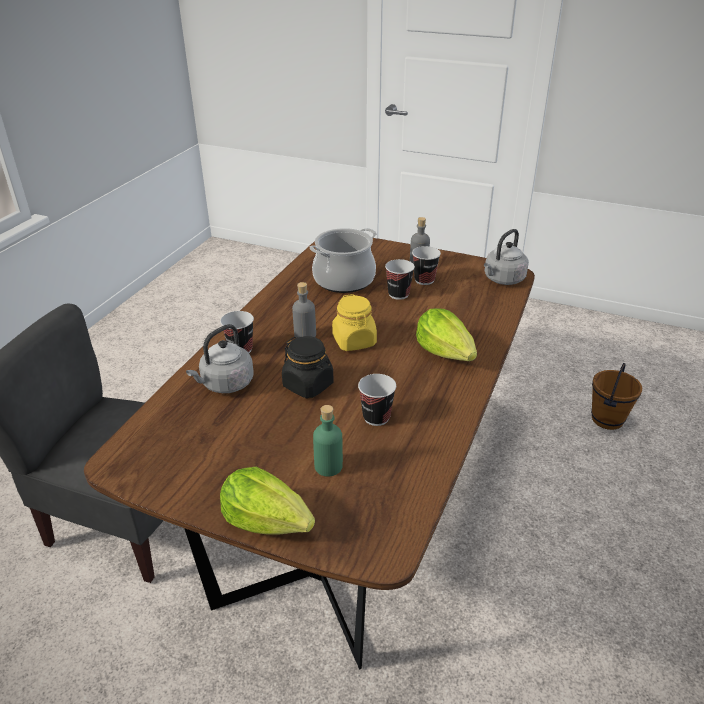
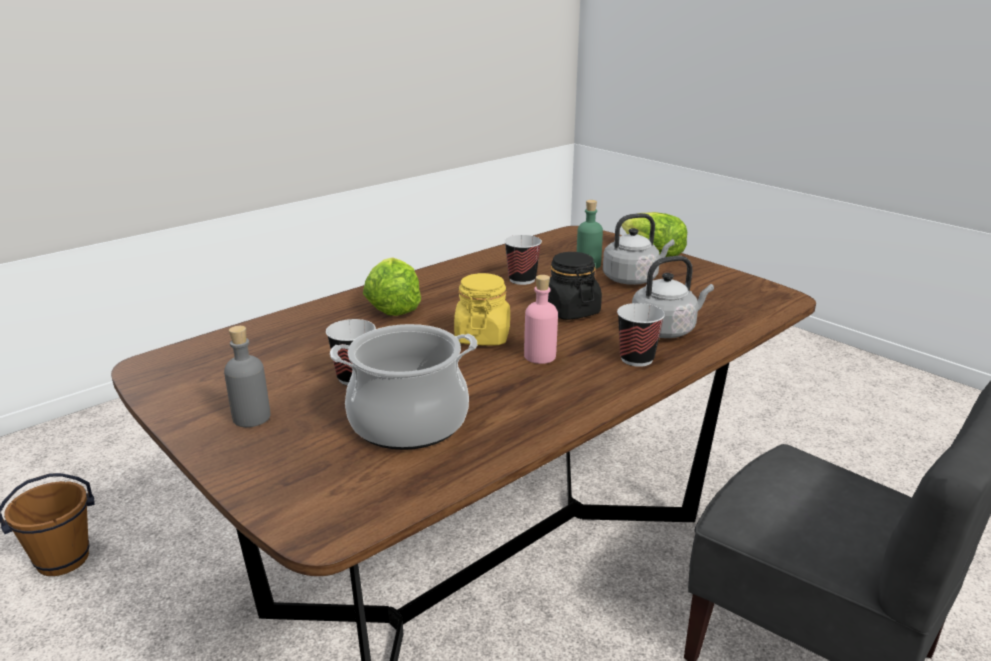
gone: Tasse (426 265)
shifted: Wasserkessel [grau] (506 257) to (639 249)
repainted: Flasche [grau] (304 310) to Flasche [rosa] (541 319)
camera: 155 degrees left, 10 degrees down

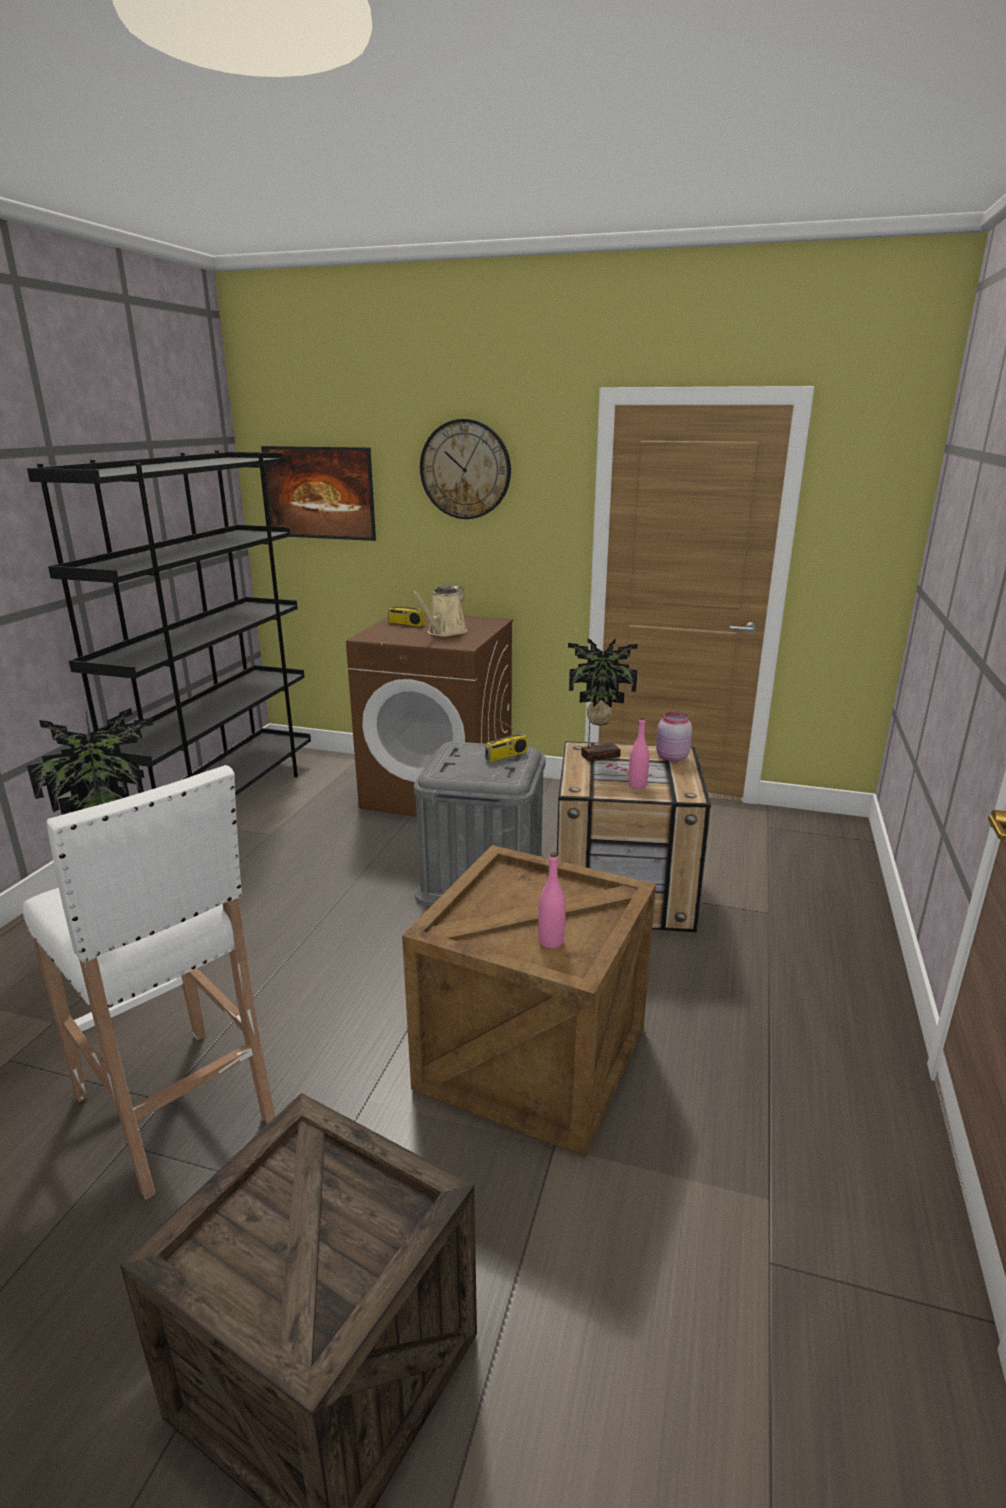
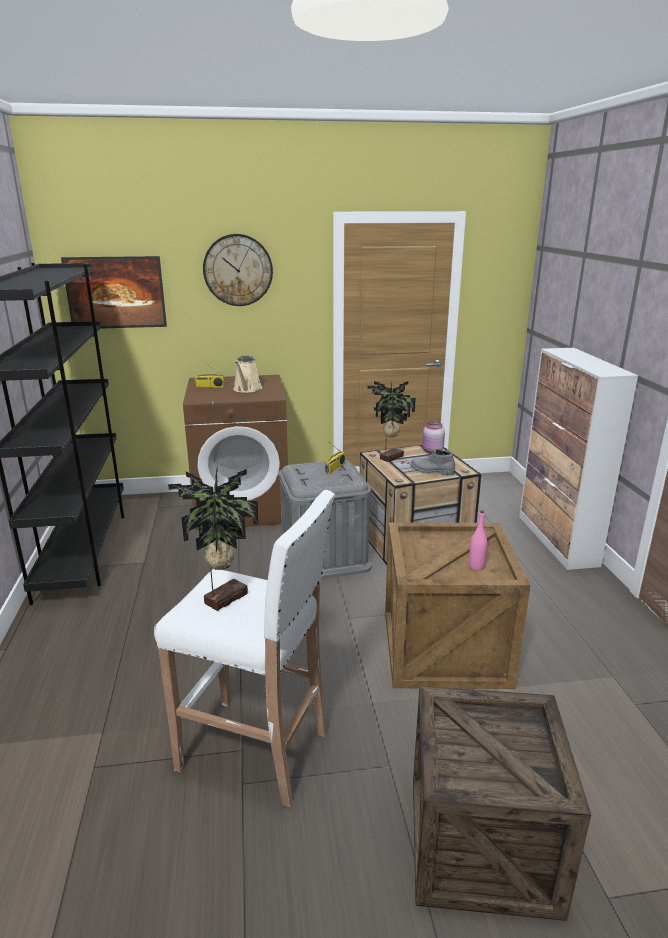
new: Schrank (578 459)
swapped: Flasche [rosa] (639 753) to Stiefel [grau] (432 462)
camera: 25 degrees left, 0 degrees up

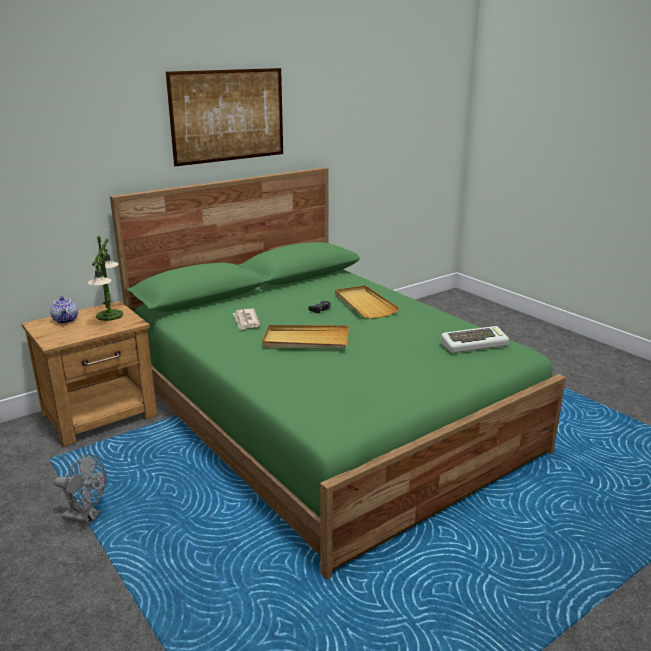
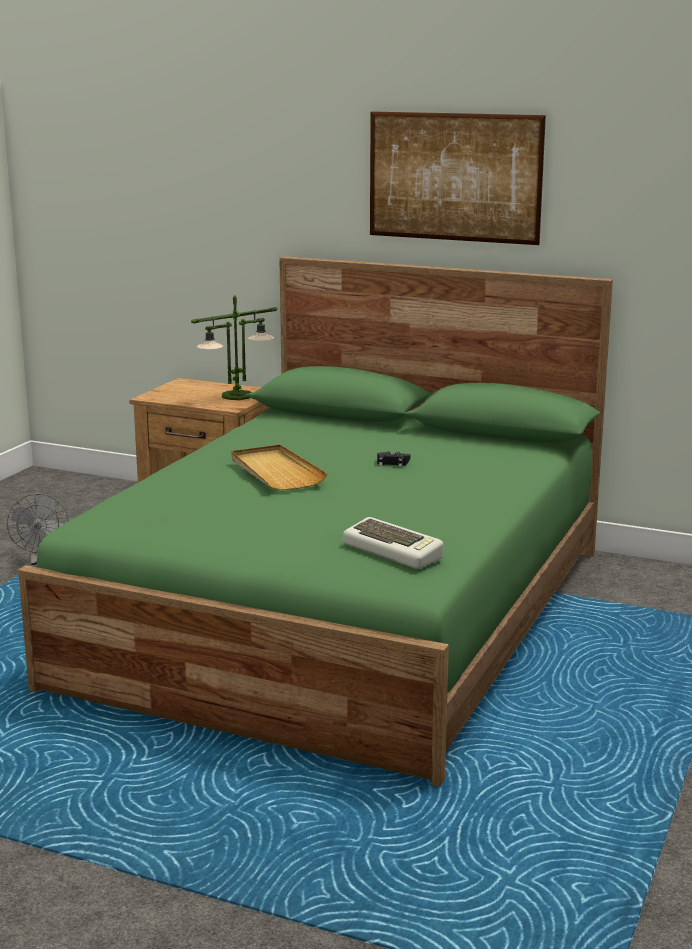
gone: Tablett [beige] (367 302); Teekanne (64 310); Zeitung (246 319)
camera: 60 degrees right, 5 degrees down

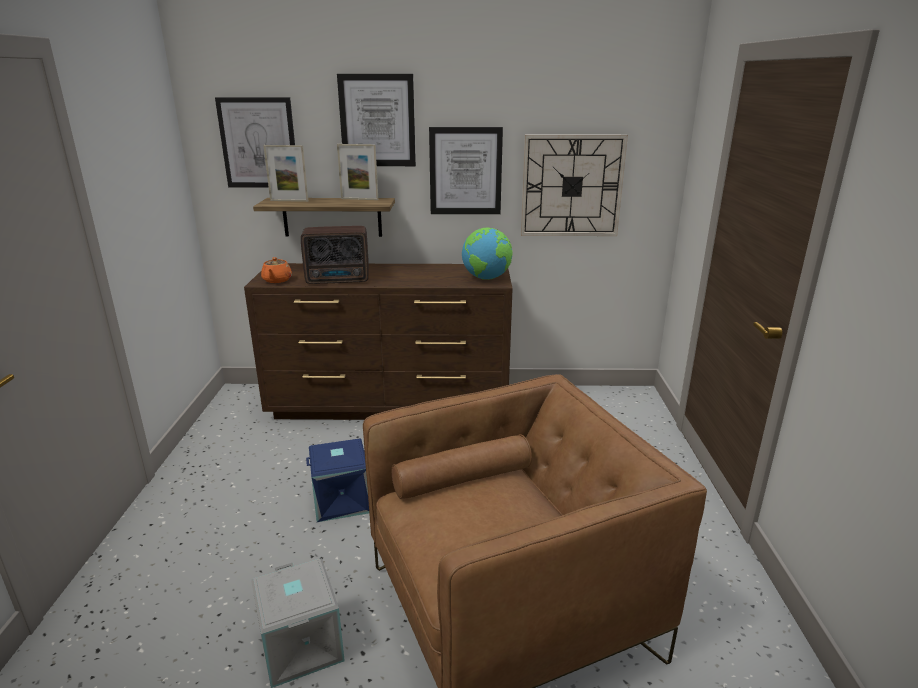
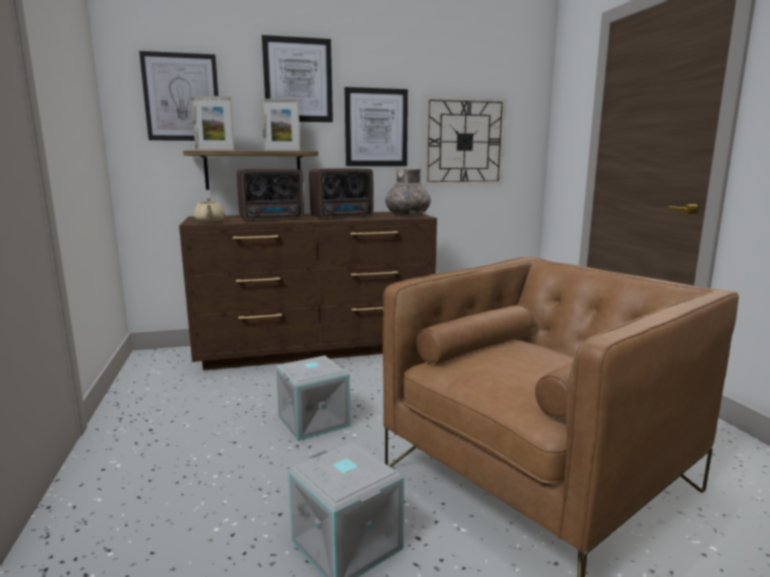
new: Radio (341 194)
swapped: Globus (487 254) to Vase [grau] (408 192)
repainted: Teekanne [orange] (276 270) to Teekanne [beige] (209 210); Aufbewahrungsbox [blau] (337 480) to Aufbewahrungsbox [grau] (313 398)
camera: 15 degrees left, 10 degrees down

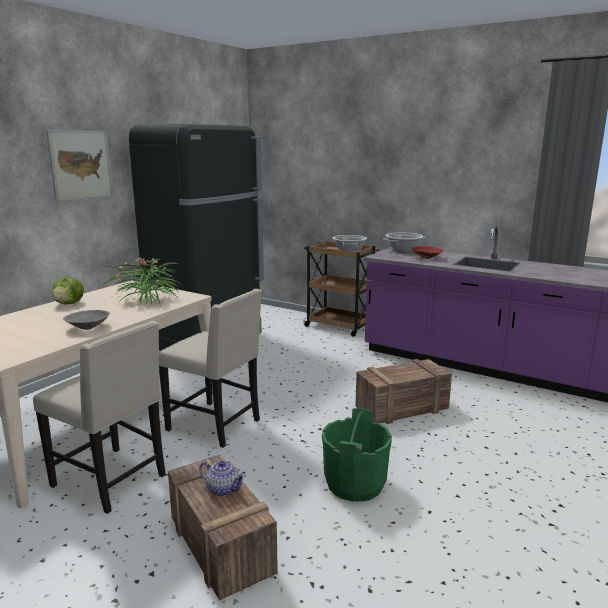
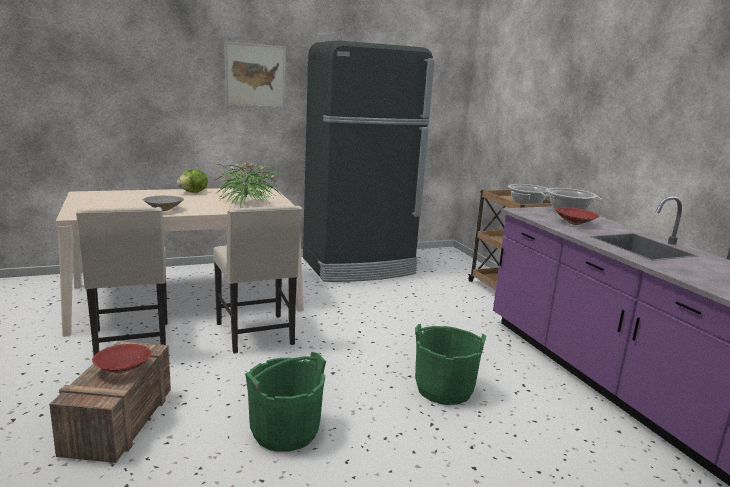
swapped: Kiste (403 391) to Eimer [grün] (450 364); Teekanne (222 478) to Schüssel [rot] (121 358)
camera: 35 degrees right, 0 degrees up

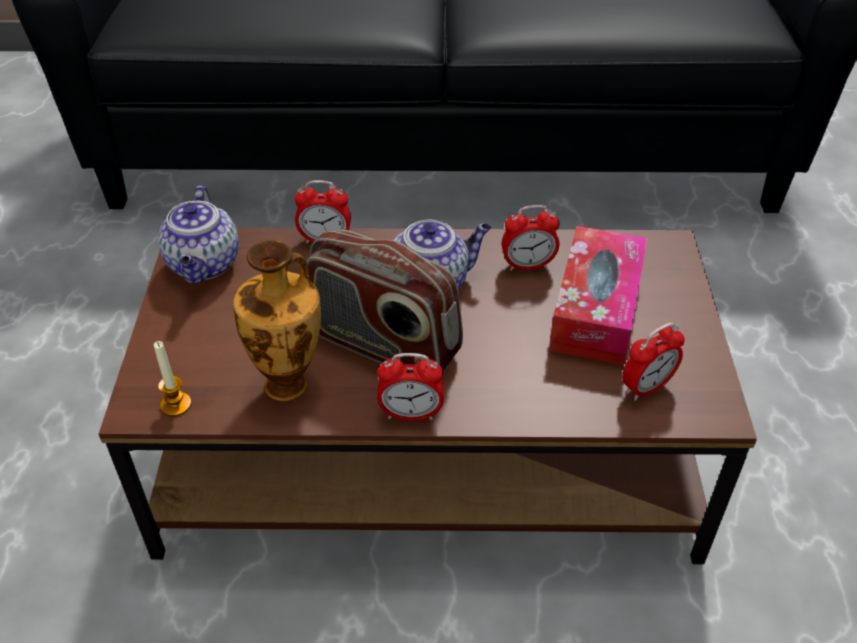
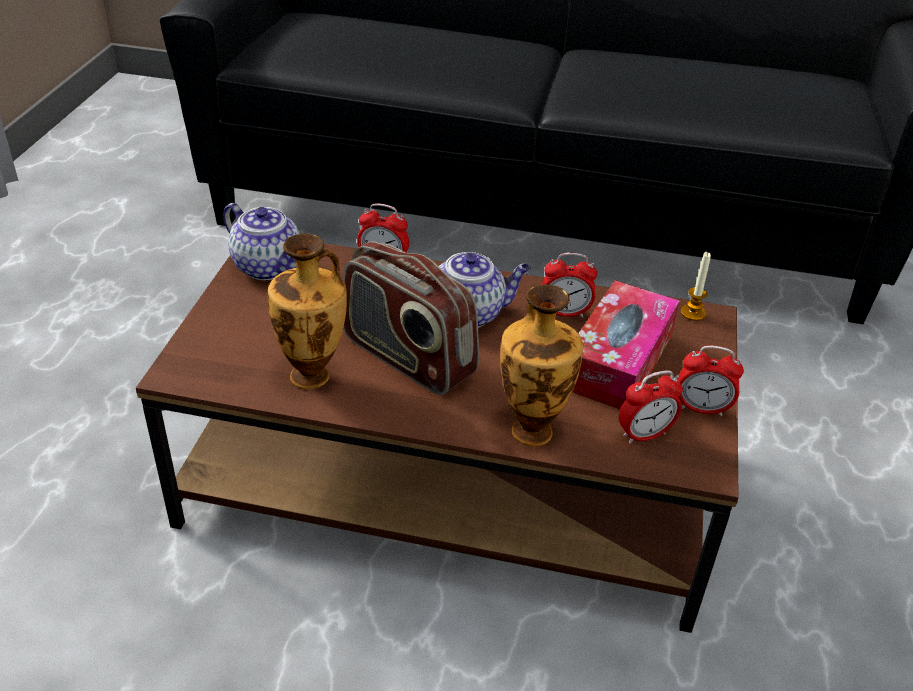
new: Vase (541 365)
shifted: Kerze (172 379) to (696 286); Wecker (410 387) to (711 380)
rotated: Teekanne (198 235) = (261 241) 60 degrees counterclockwise
camera: 10 degrees right, 5 degrees down

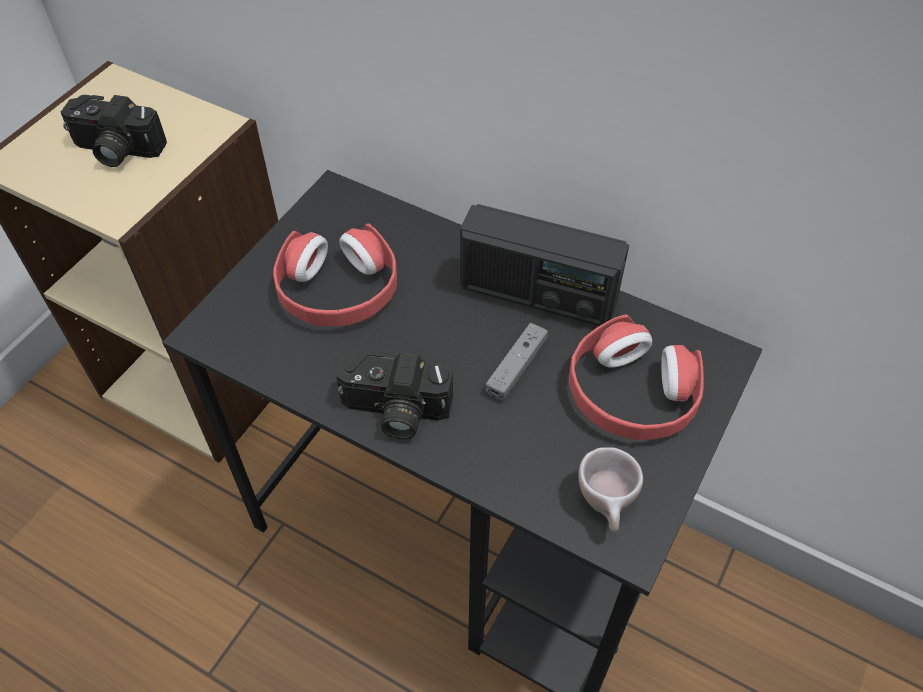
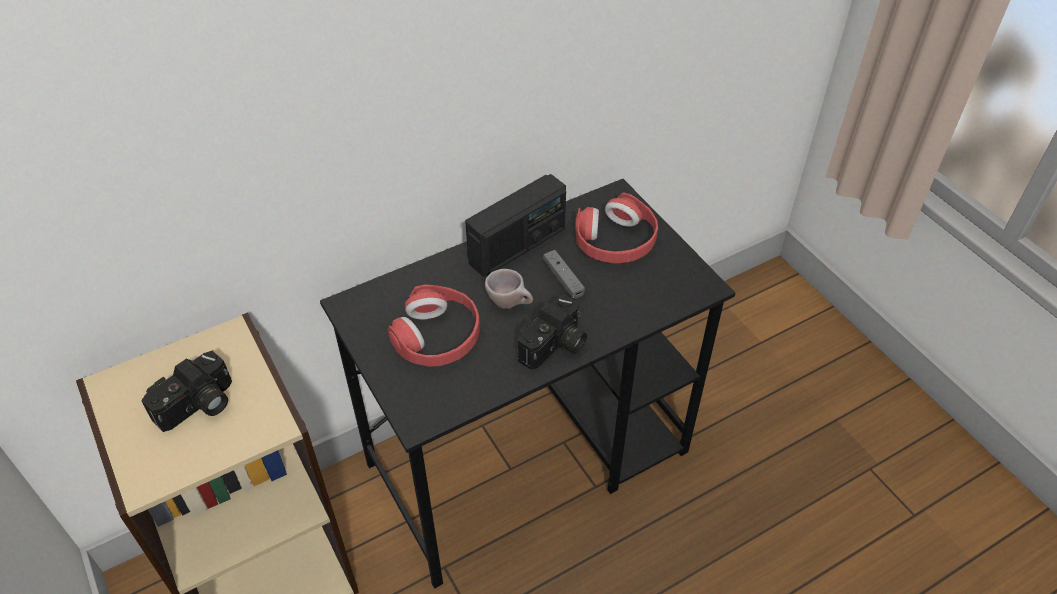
shifted: Tasse [beige] (610 489) to (509 289)
camera: 60 degrees left, 5 degrees down

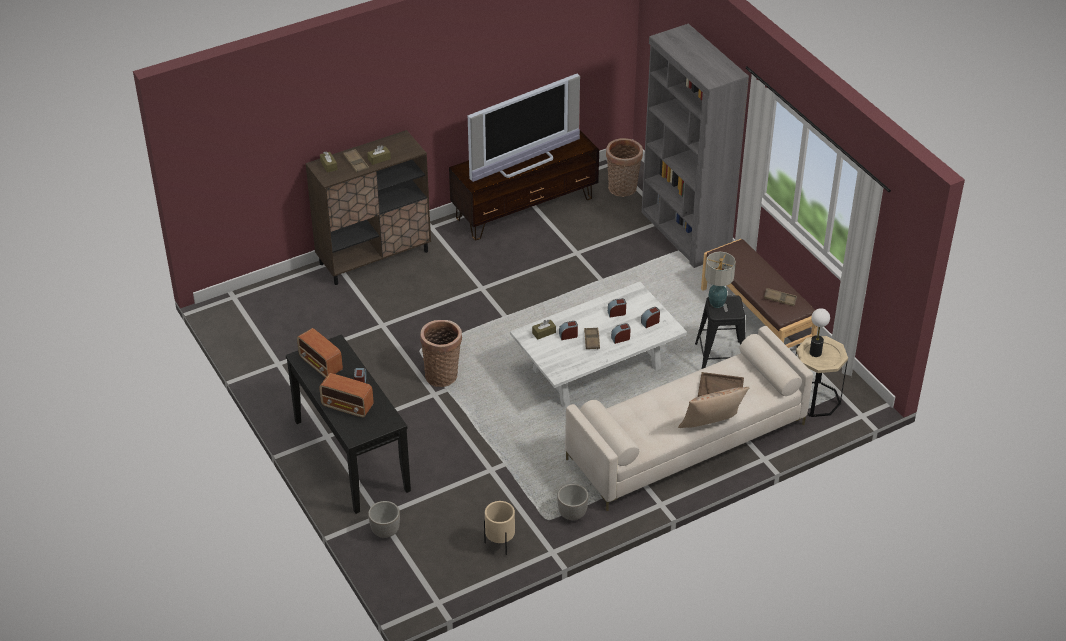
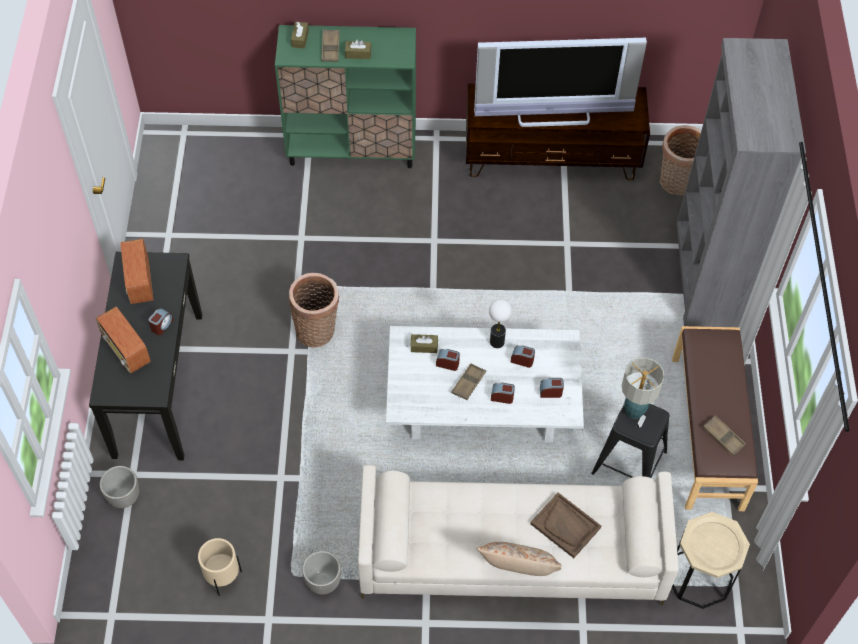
shifted: Tischlampe (820 332) to (500 323)
repainted: Schrank [braun] (368 207) to Schrank [grün] (345 96)
camera: 30 degrees right, 15 degrees up

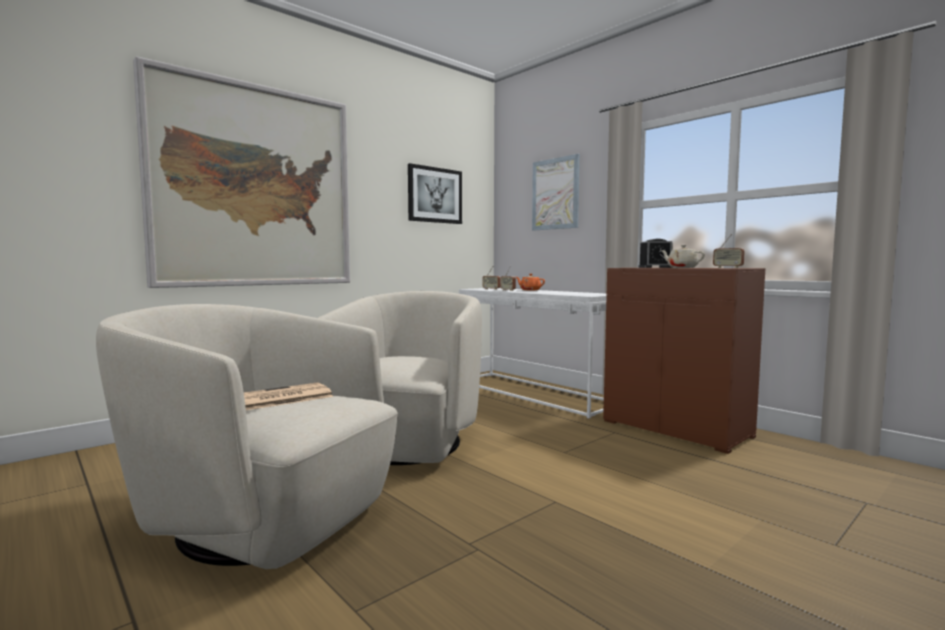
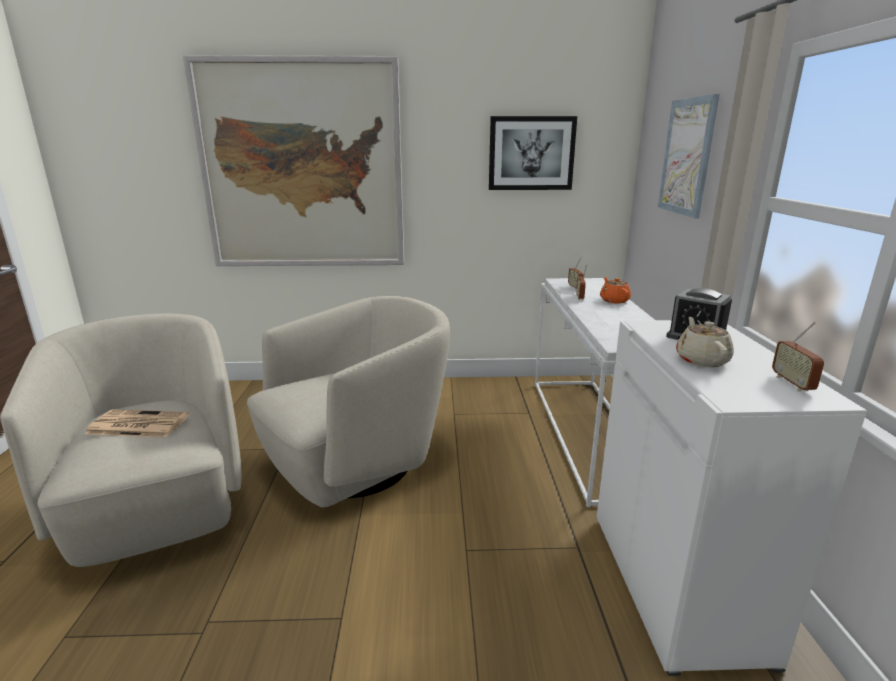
repainted: Schrank [braun] (684 361) to Schrank [weiß] (732 498)
camera: 40 degrees right, 15 degrees up

